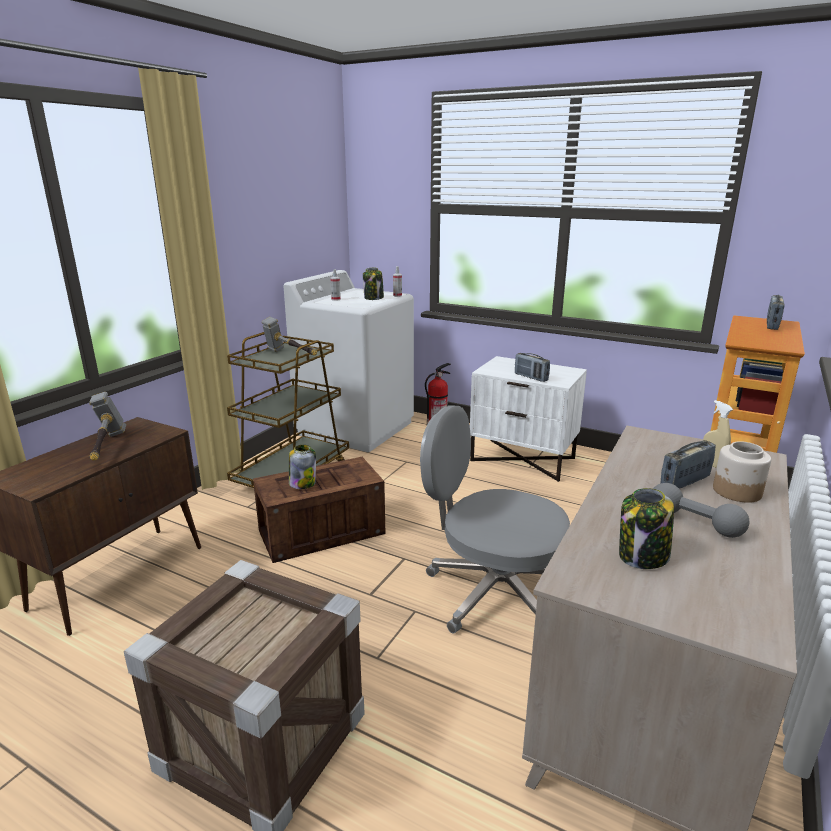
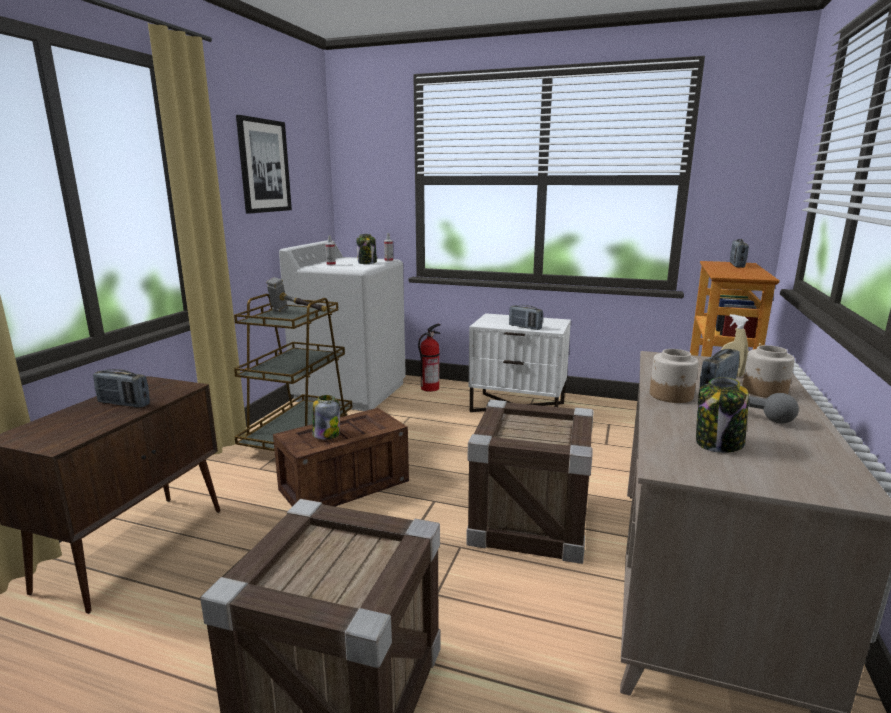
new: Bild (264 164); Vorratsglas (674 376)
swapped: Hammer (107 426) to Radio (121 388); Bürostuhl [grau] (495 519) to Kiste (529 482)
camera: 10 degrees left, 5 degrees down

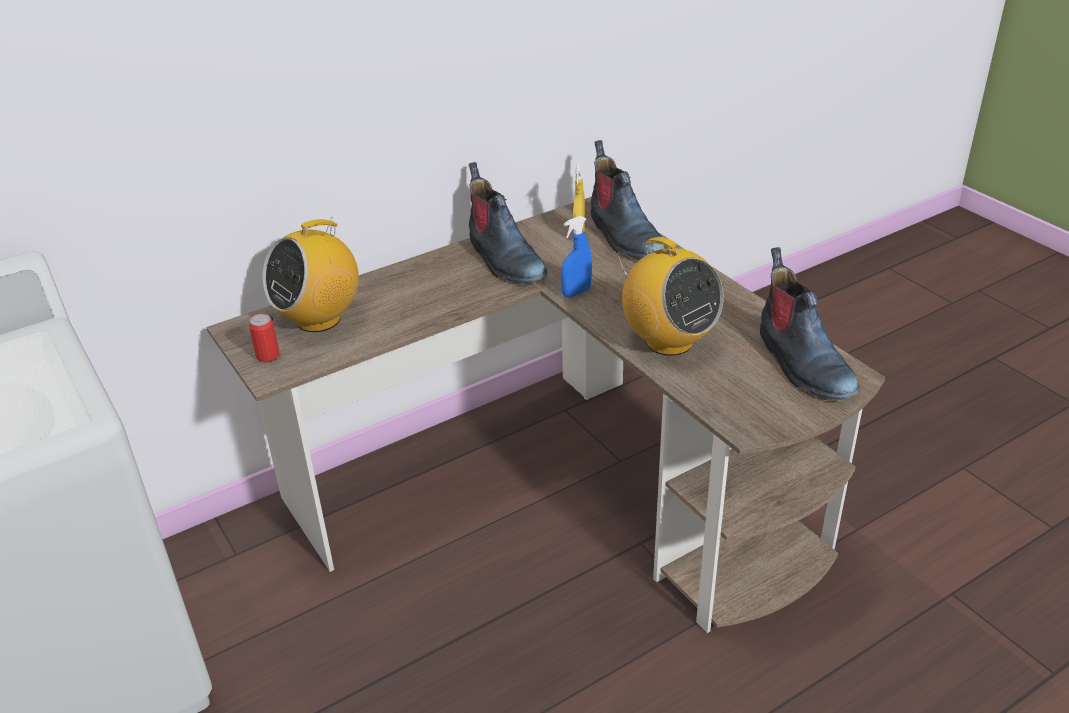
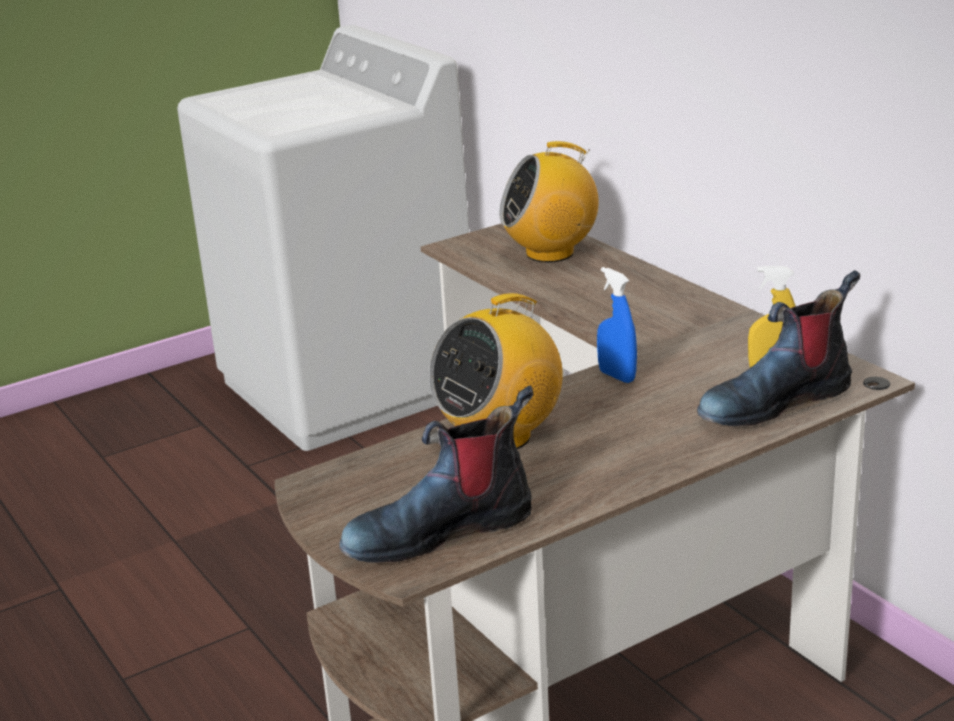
gone: Stiefel (508 223); Dose (264 338)
rotated: Radio (310 274) = (549 202) 60 degrees counterclockwise
camera: 90 degrees right, 10 degrees down

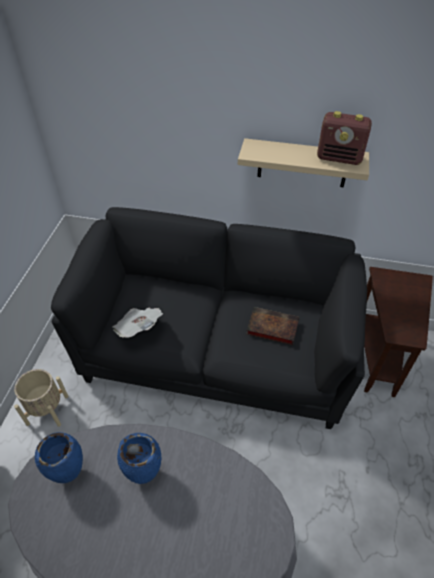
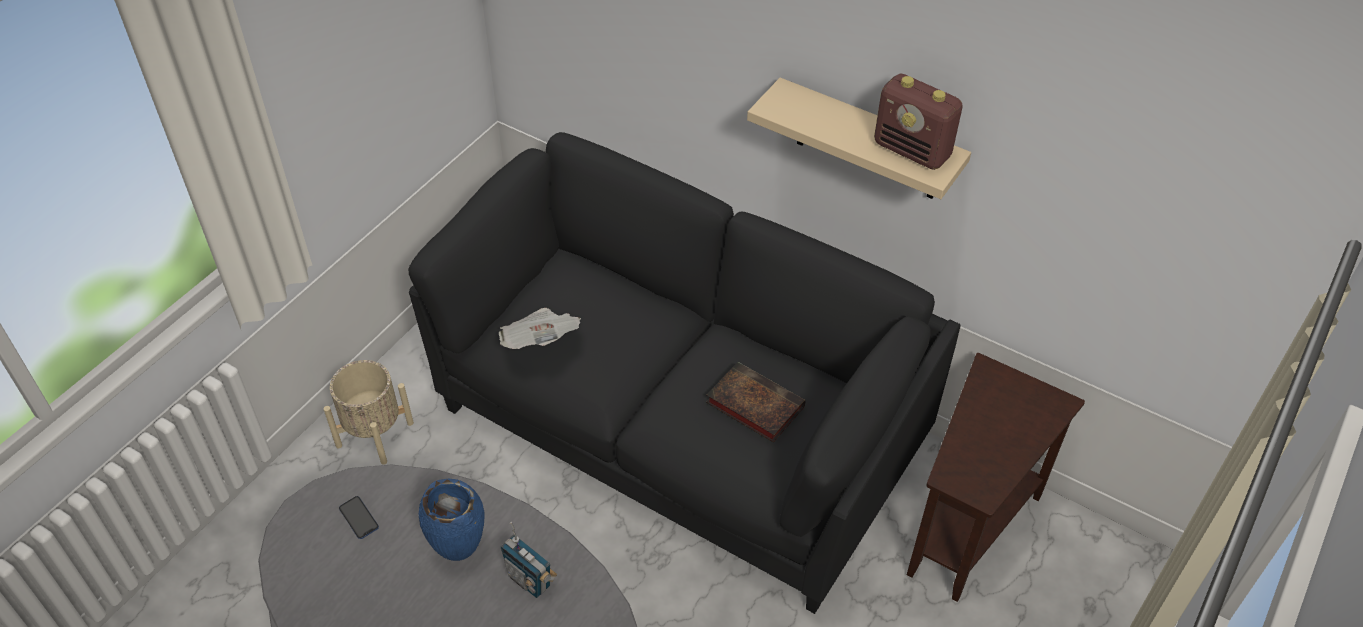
new: Radio (529 560)
swapped: Vase [blau] (59 457) to Handy (359 517)
camera: 20 degrees right, 0 degrees up

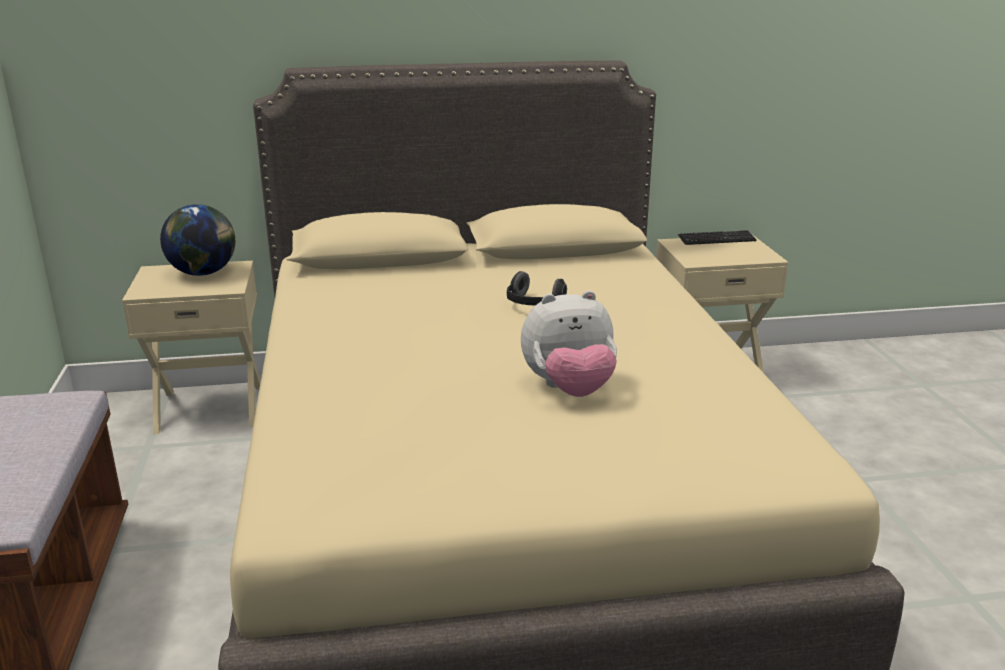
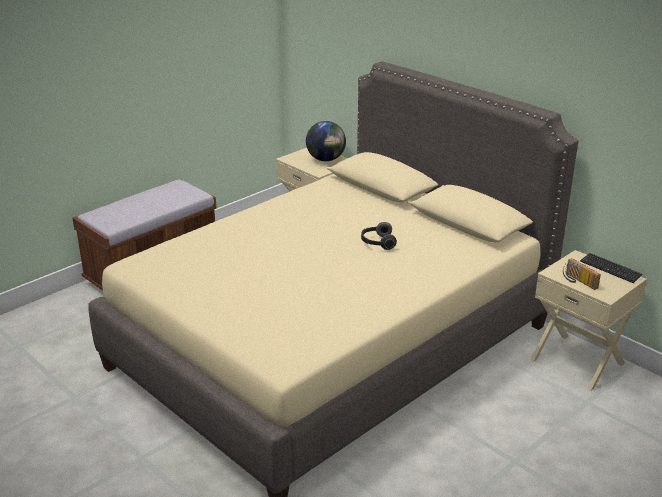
gone: Plüschtier (569 343)
new: Radio (582 274)
camera: 55 degrees right, 5 degrees up

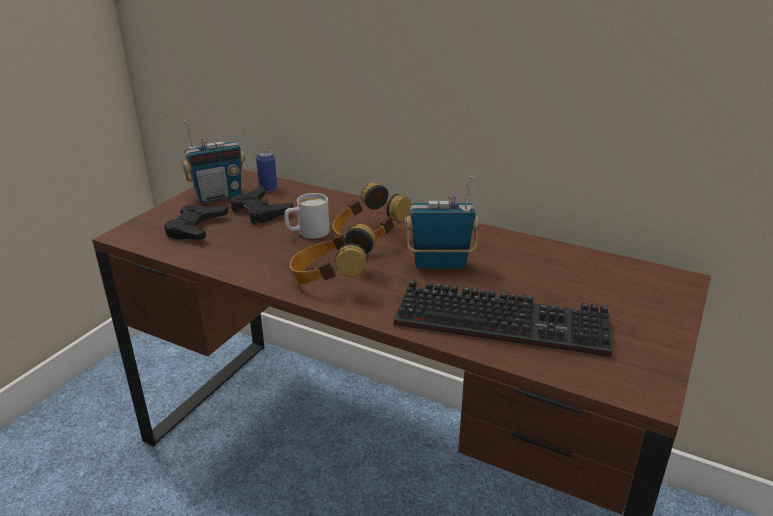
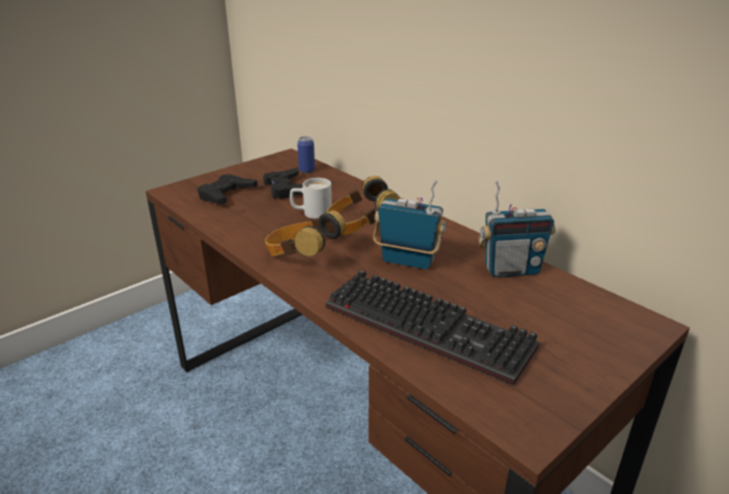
shifted: Radio (213 161) to (516 228)
camera: 20 degrees right, 0 degrees up

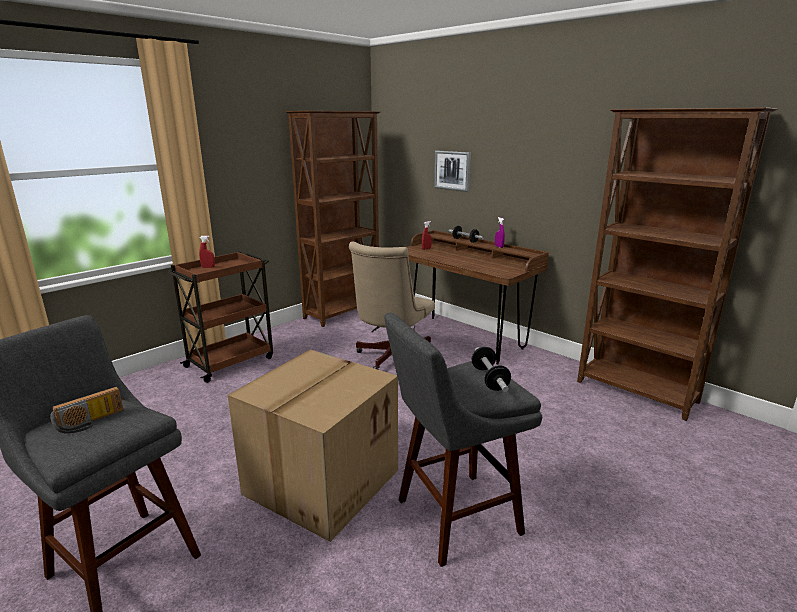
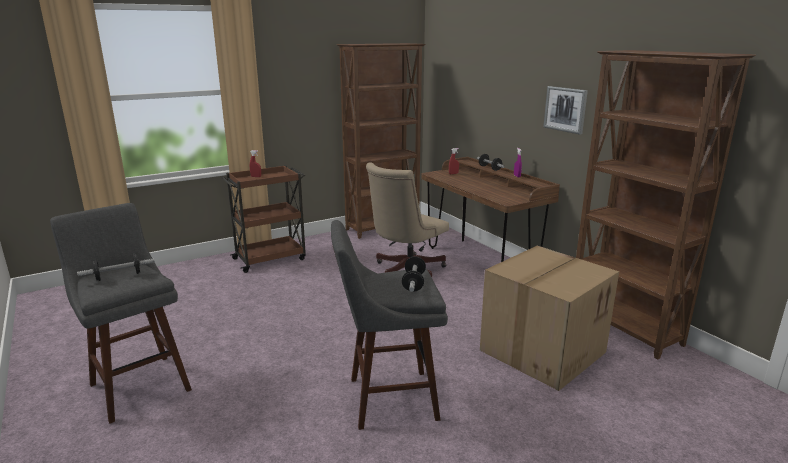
shifted: Bild (452 171) to (565 110); Karton (313 445) to (549 318)
swapped: Radio (86 410) to Hantel (116 267)
camera: 15 degrees right, 0 degrees up

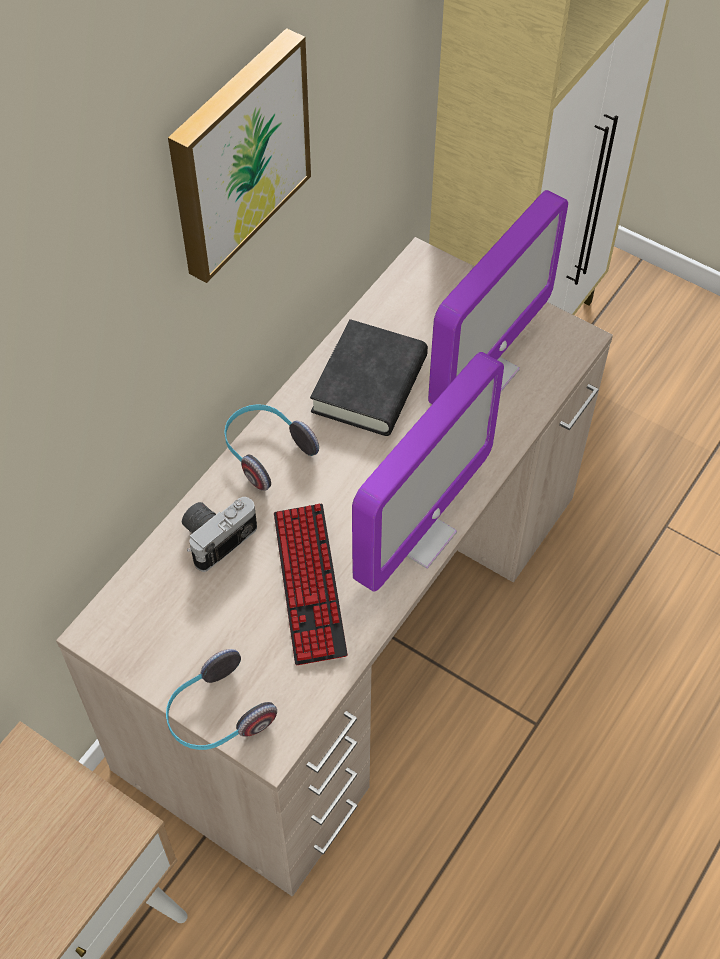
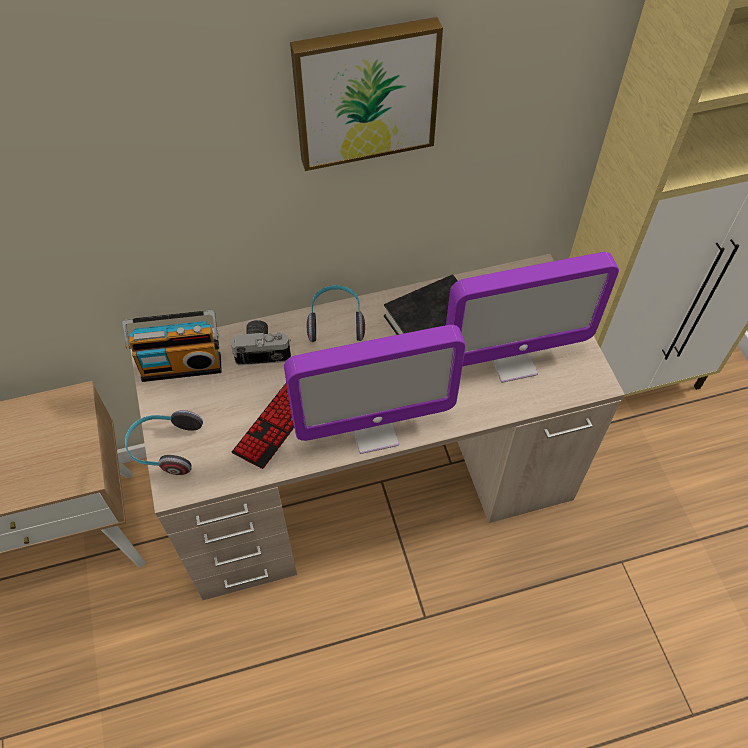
new: Radio (172 346)
camera: 40 degrees right, 0 degrees up

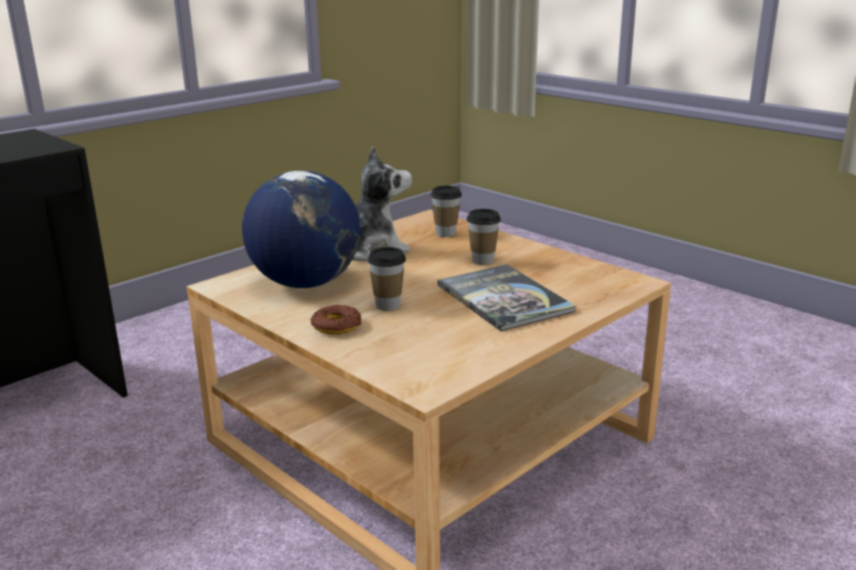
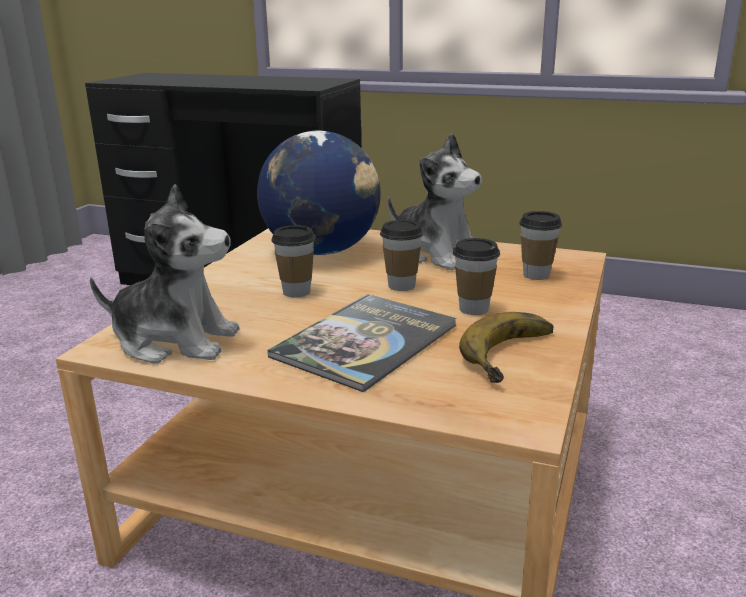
gone: Donut (336 320)
new: Plüschtier (165 274); Tasse (401 255); Banane (506 347)
camera: 65 degrees right, 0 degrees up

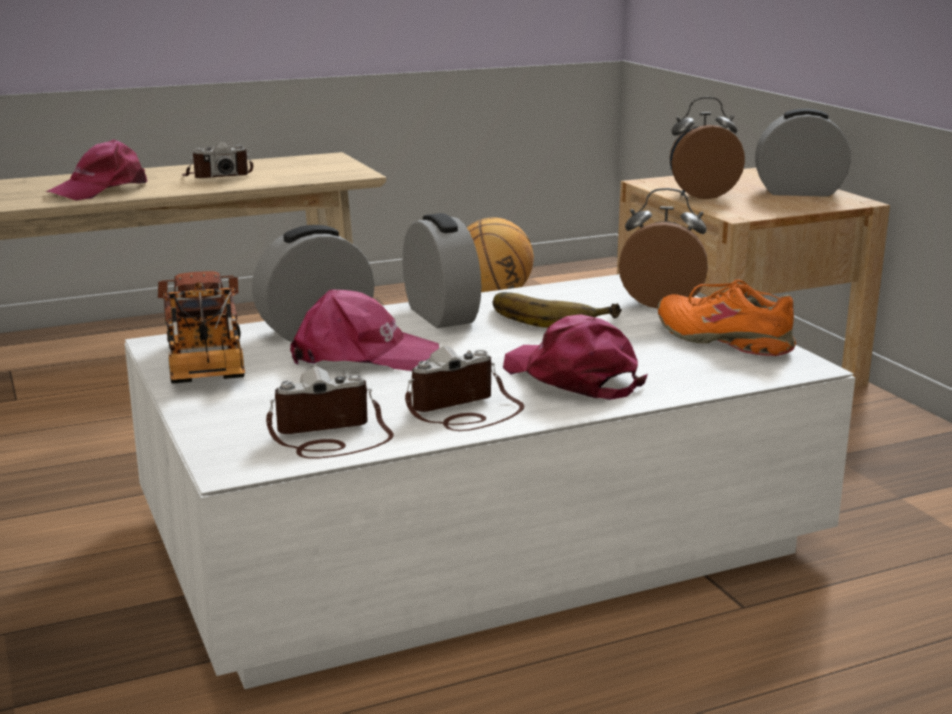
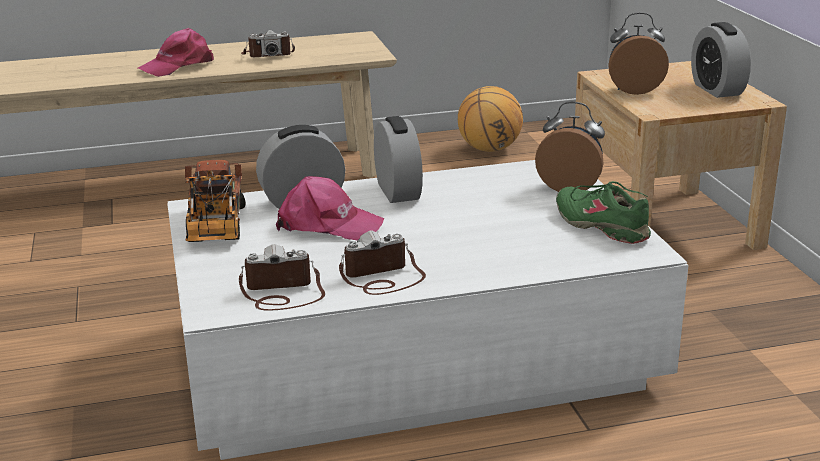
gone: Banane (557 310); Kappe [rosa] (575 357)
repainted: Schuh [orange] (727 317) to Schuh [grün] (603 212)
rotated: Wecker (803 152) = (721 60) 120 degrees counterclockwise
camera: 10 degrees right, 5 degrees up

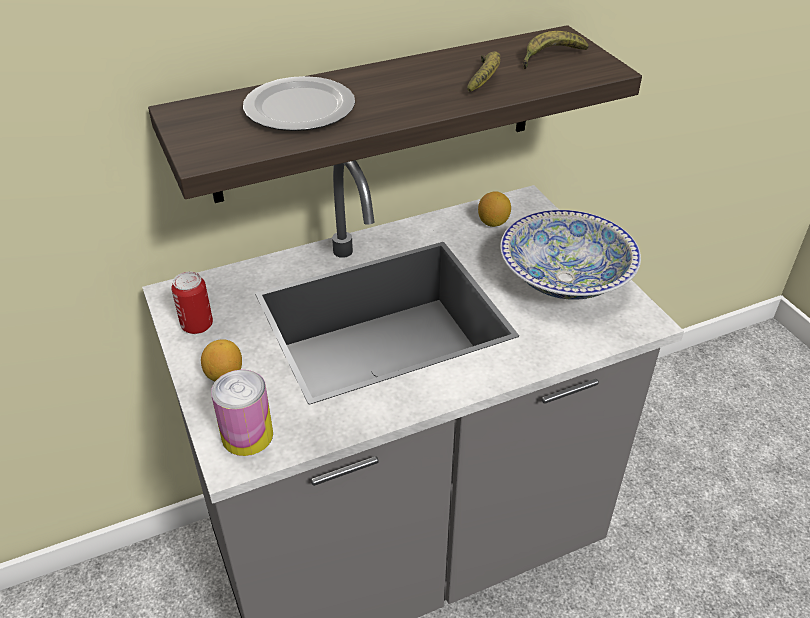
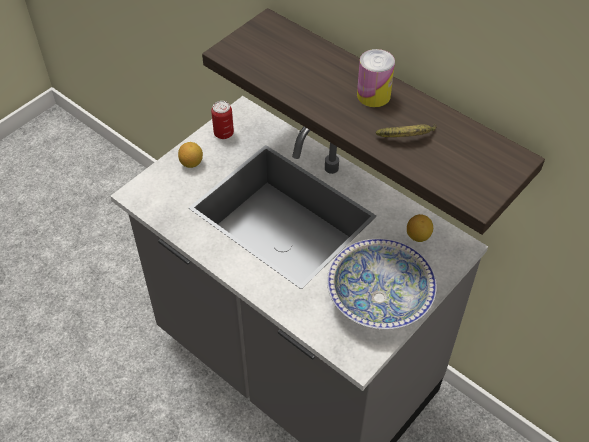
gone: Banane (556 50); Teller (299 103)
shifted: Dose (242 413) to (376 78)
camera: 65 degrees right, 10 degrees up

